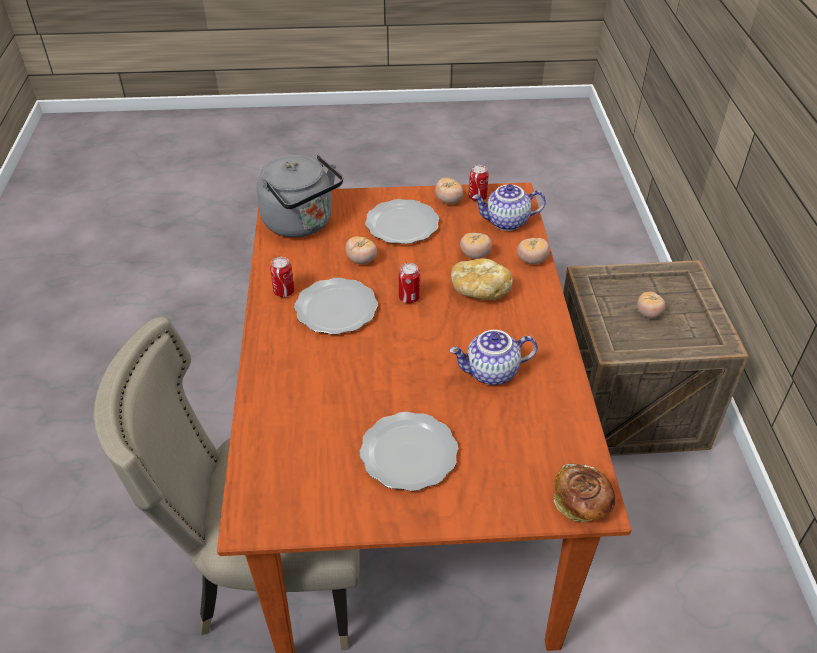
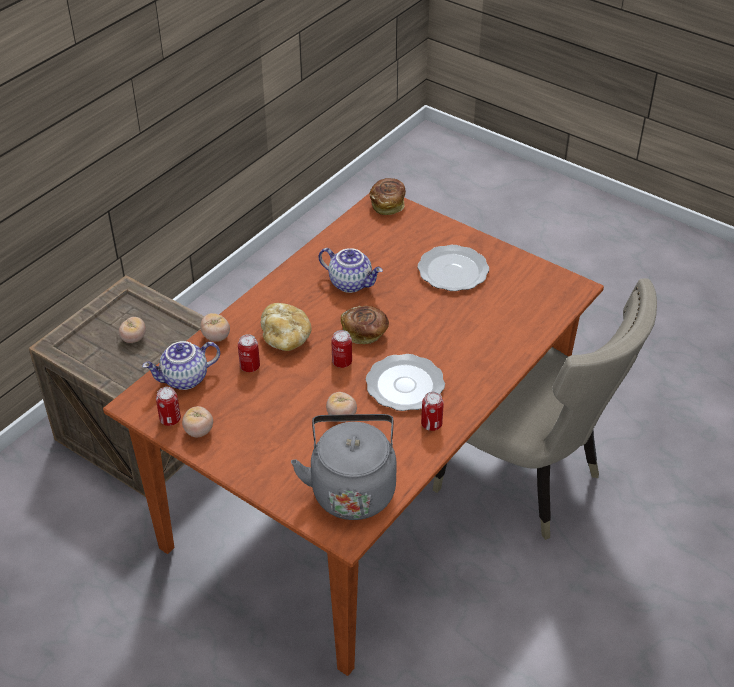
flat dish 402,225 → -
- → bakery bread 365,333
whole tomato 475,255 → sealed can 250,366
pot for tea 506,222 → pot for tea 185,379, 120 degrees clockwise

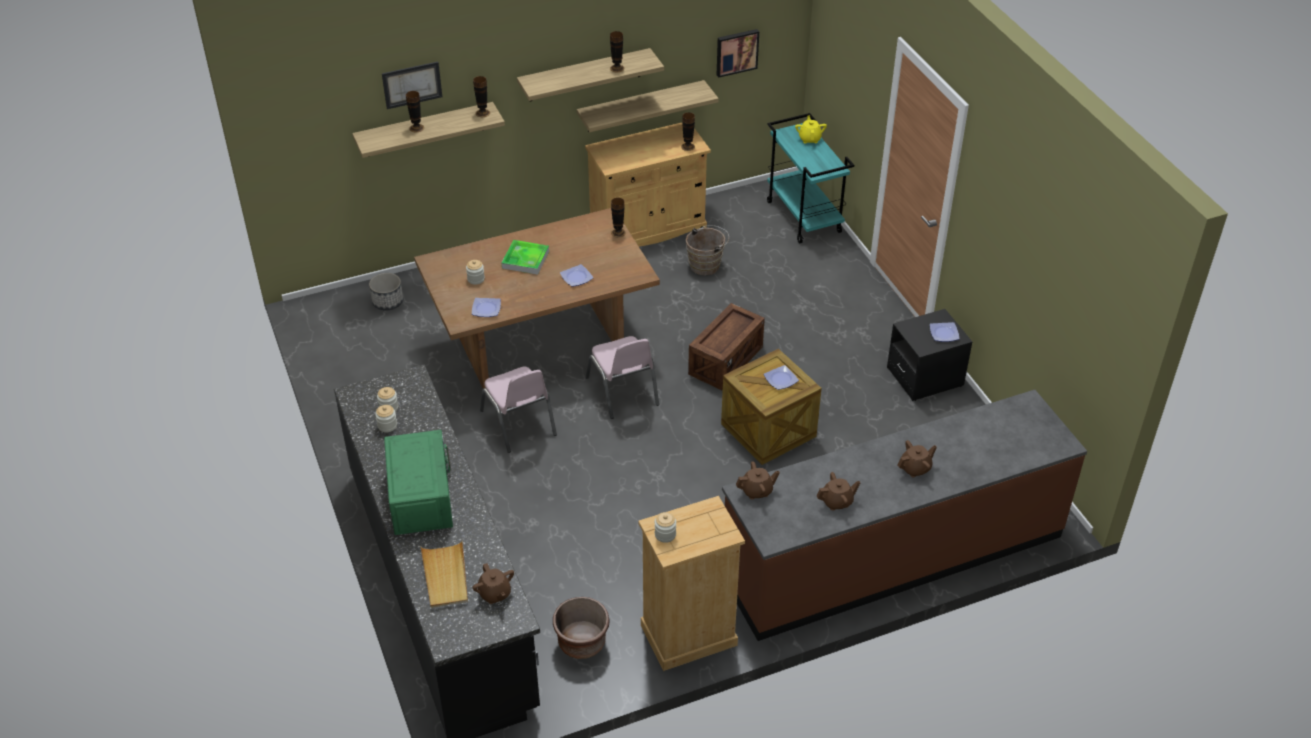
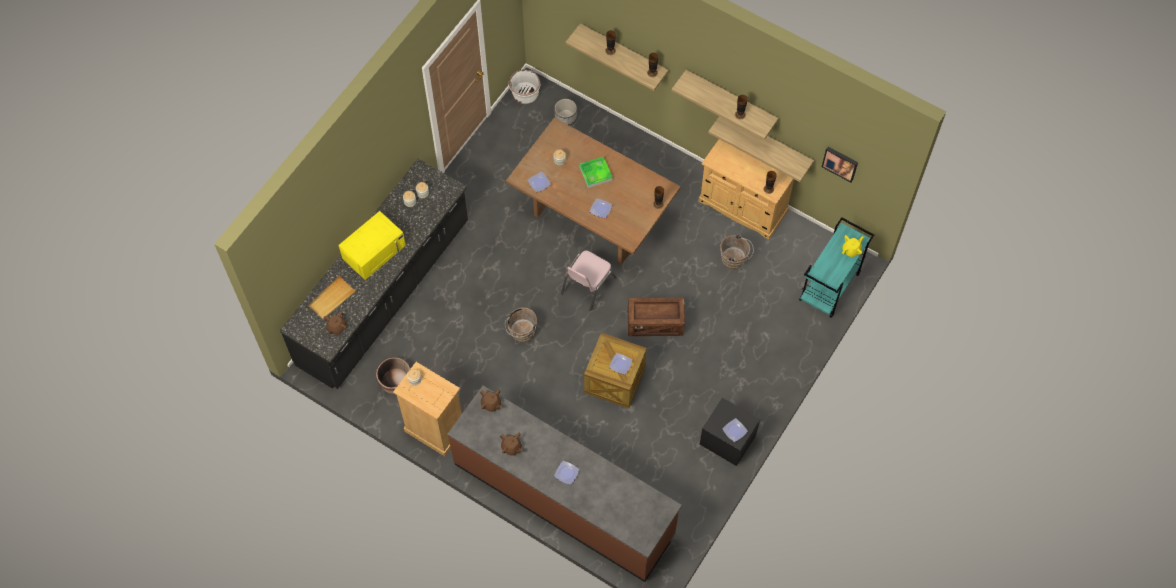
picture 412,84 → -
pink-coloured plain chair 518,423 → -
- → brown water bucket 521,333
- → white plant pot 525,94
brown pot for tea 915,468 → flat dish 566,473
greenish microwave 420,496 → yellowish microwave 374,251

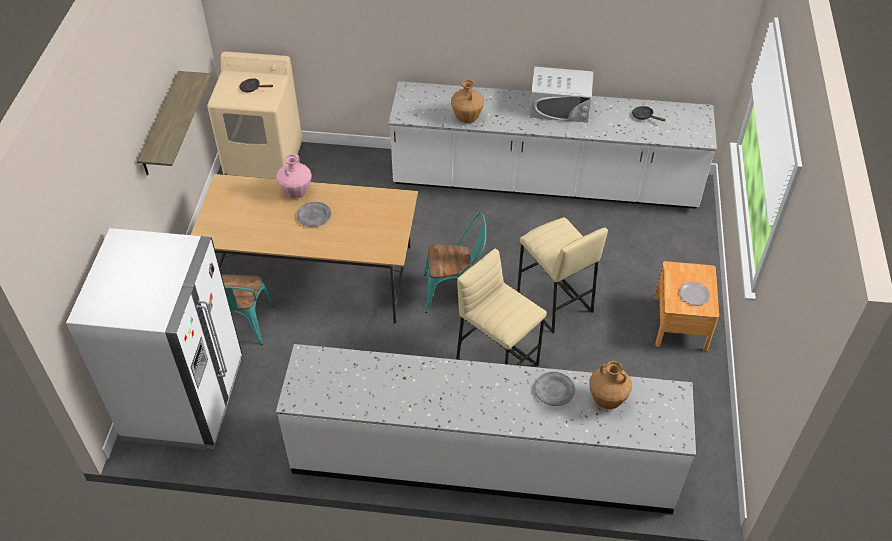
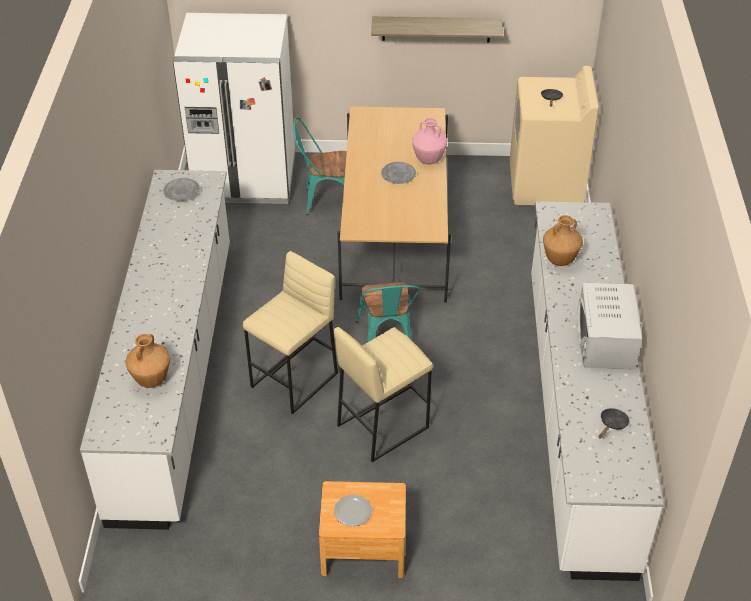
greyish flat dish 554,390 → greyish flat dish 182,191, move

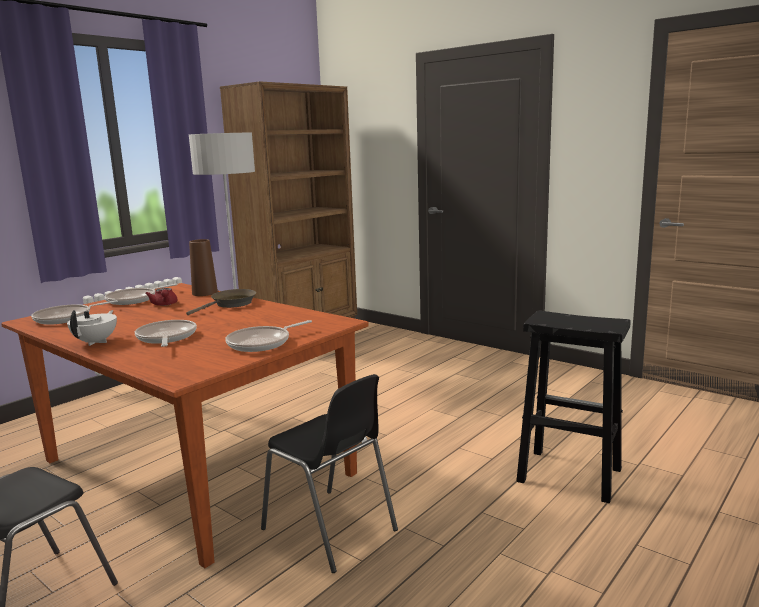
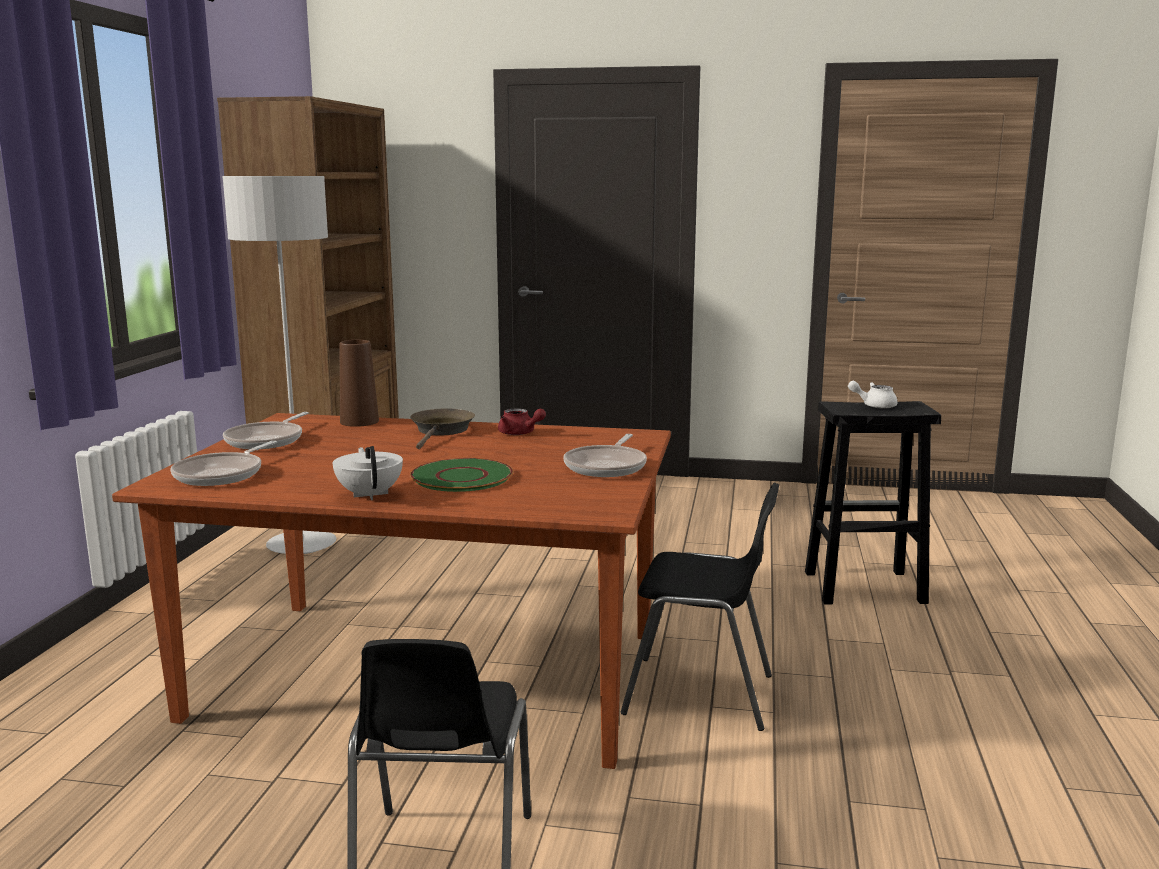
- → white pot for tea 874,406
reddish pot for tea 164,305 → reddish pot for tea 520,433, move
skillet 166,338 → greenish flat dish 462,477

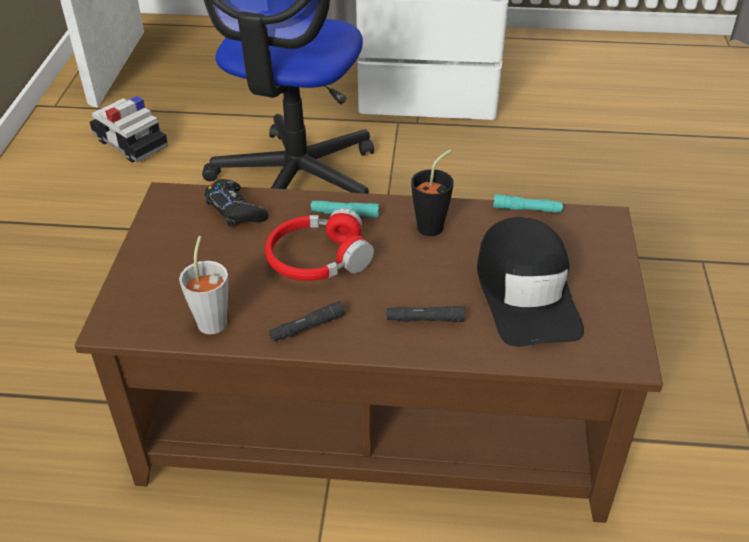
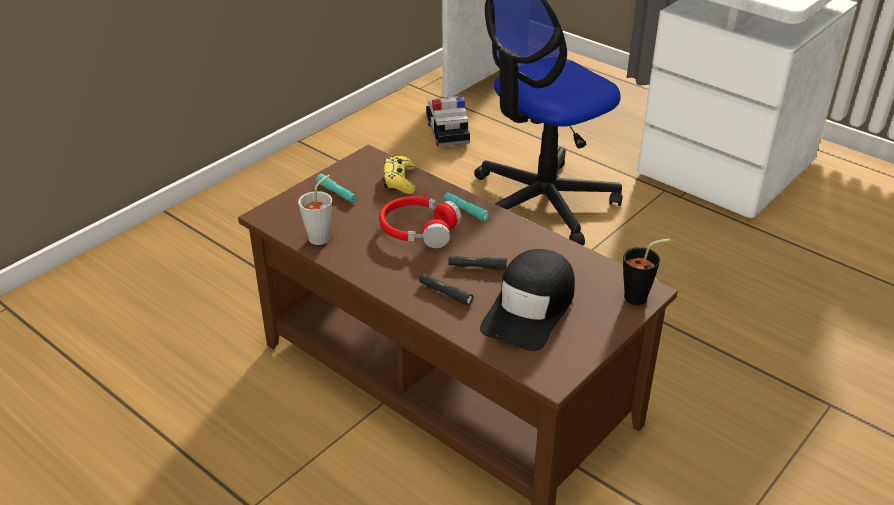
blackish torch 307,327 → blackish torch 477,267, move
blackish drinking cup 434,225 → blackish drinking cup 641,297, move
turquoise-coloured torch 527,209 → turquoise-coloured torch 336,192, move
blackish joypad 235,210 → yellowish joypad 399,181

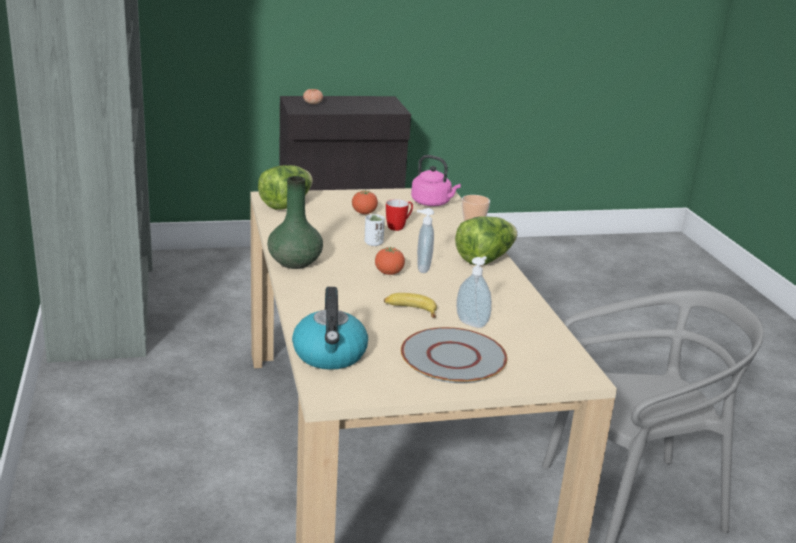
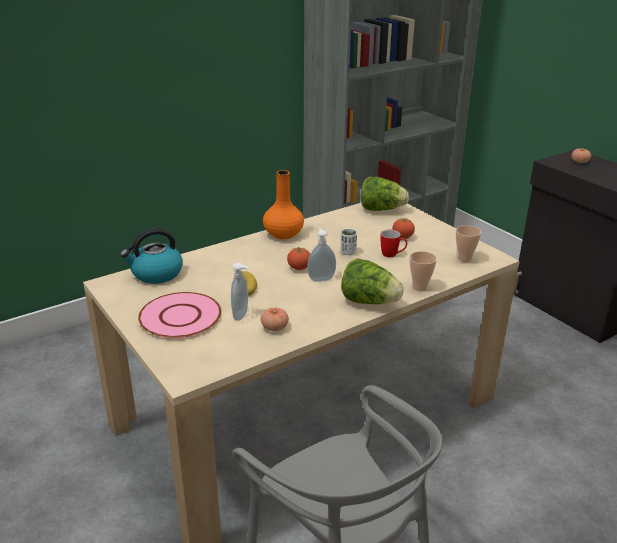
- → whole tomato 274,327
pink-coloured kettle 432,203 → drinking cup 464,259
greenish flower vase 295,262 → orange flower vase 284,234
greyish flat dish 454,357 → pink-coloured flat dish 180,317

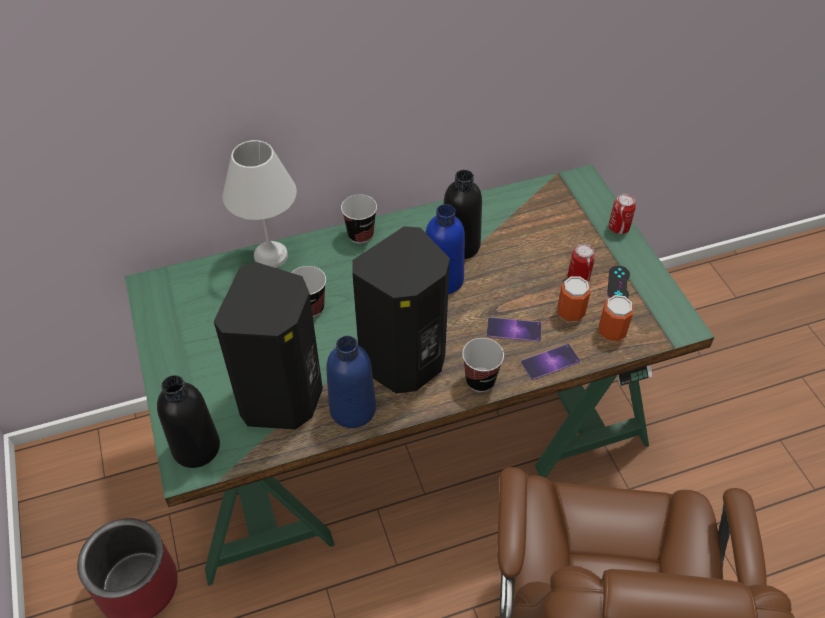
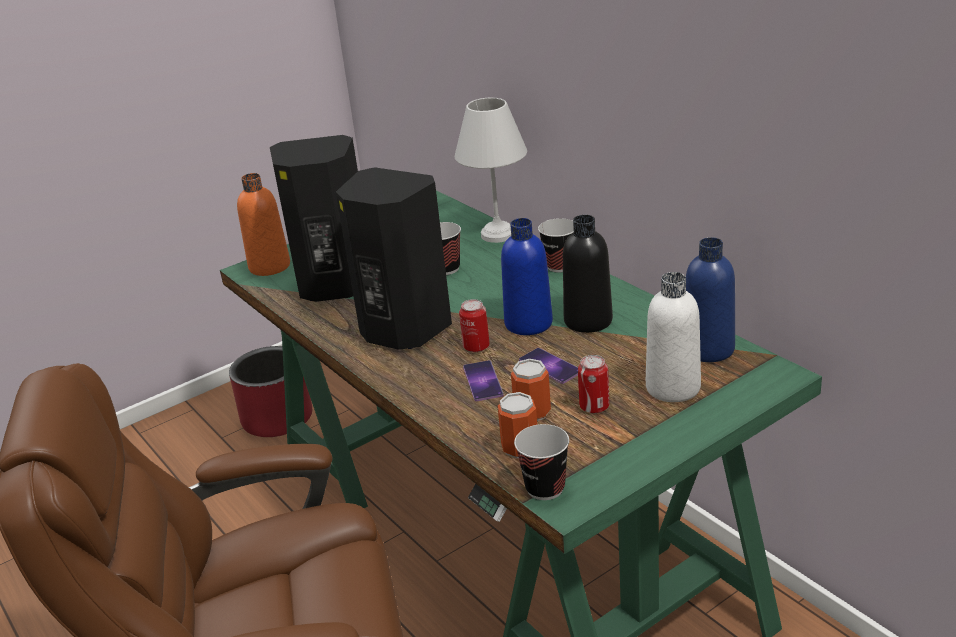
blackish joypad 618,284 → -
- → white drink bottle 673,388
blue drink bottle 352,409 → blue drink bottle 708,349, move
drinking cup 480,380 → drinking cup 545,488, move
handset 550,362 → handset 550,366, move
sealed can 618,228 → sealed can 476,347, move
blackish drink bottle 196,447 → orange drink bottle 269,266

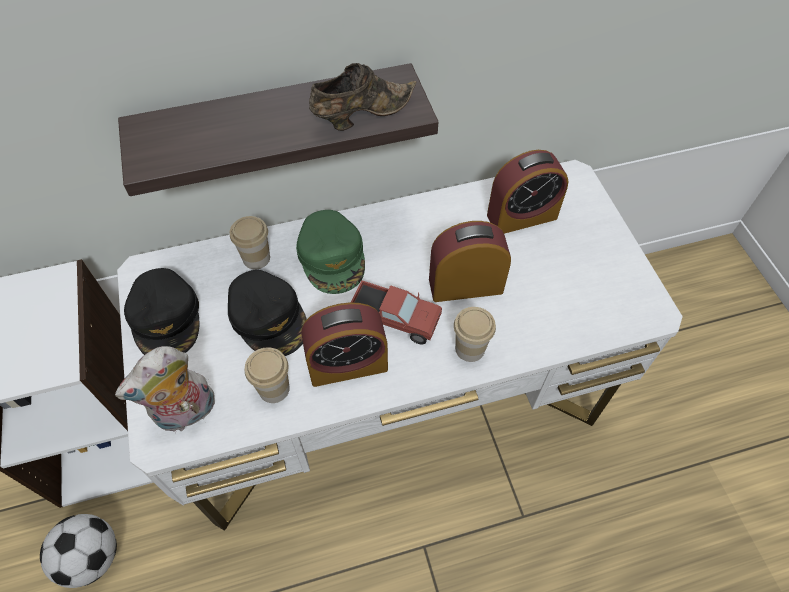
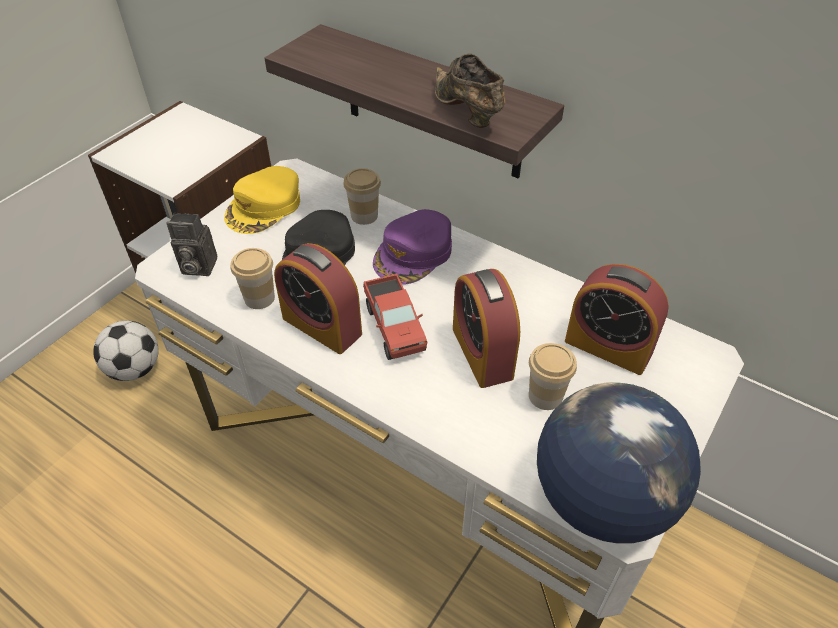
- → desk globe 600,499
drinking cup 470,348 → drinking cup 545,396, move
soft toy 186,414 → photo camera 196,267
blackish baseball cap 166,318 → yellowish baseball cap 264,207
greenish baseball cap 332,256 → purple-coloured baseball cap 414,254
brown item of footwear 361,115 → brown item of footwear 466,111, 135 degrees counterclockwise
table clock 465,285 → table clock 482,353, 150 degrees counterclockwise

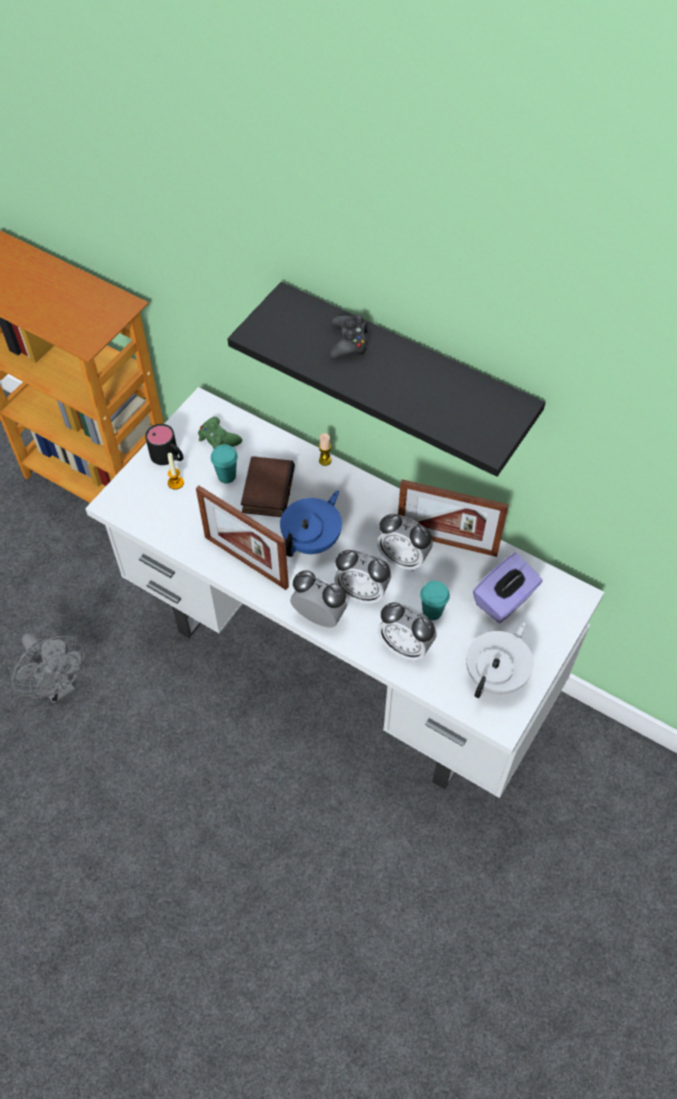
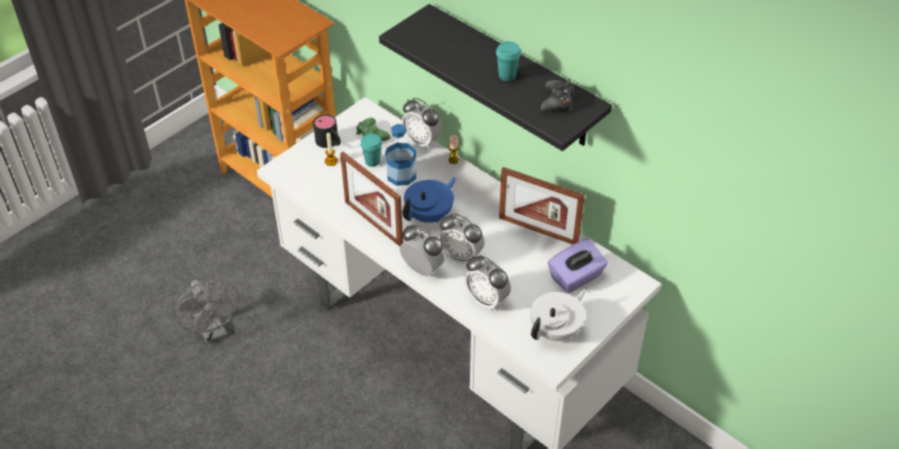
blackish joypad 349,342 → blackish joypad 557,101, move
table clock 403,558 → table clock 422,141, move
turquoise-coloured drinking cup 432,612 → turquoise-coloured drinking cup 507,75, move
volume 266,490 → drink bottle 401,175

